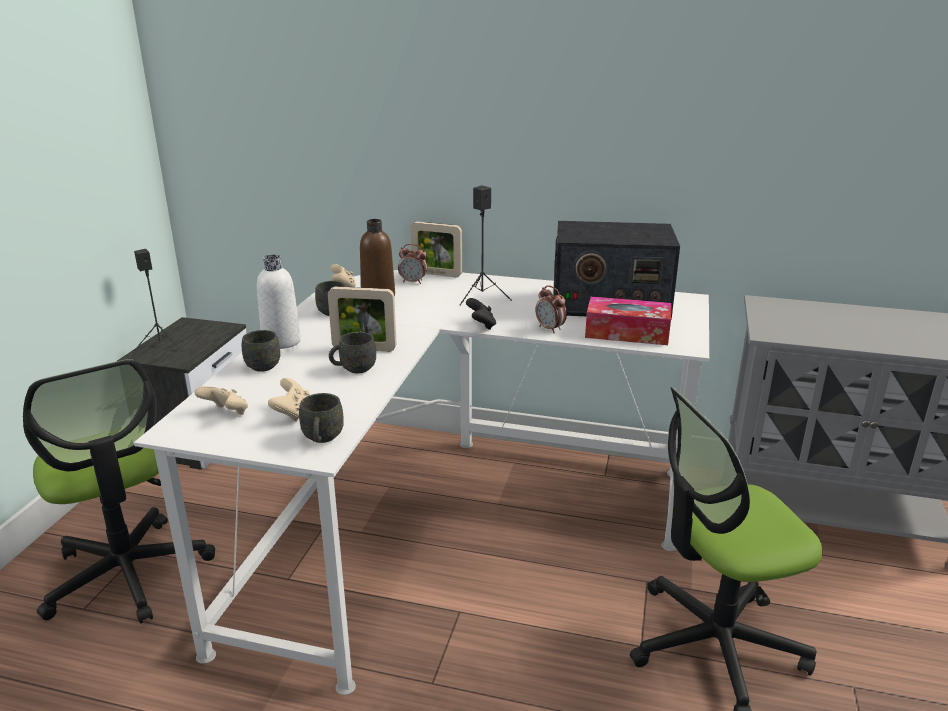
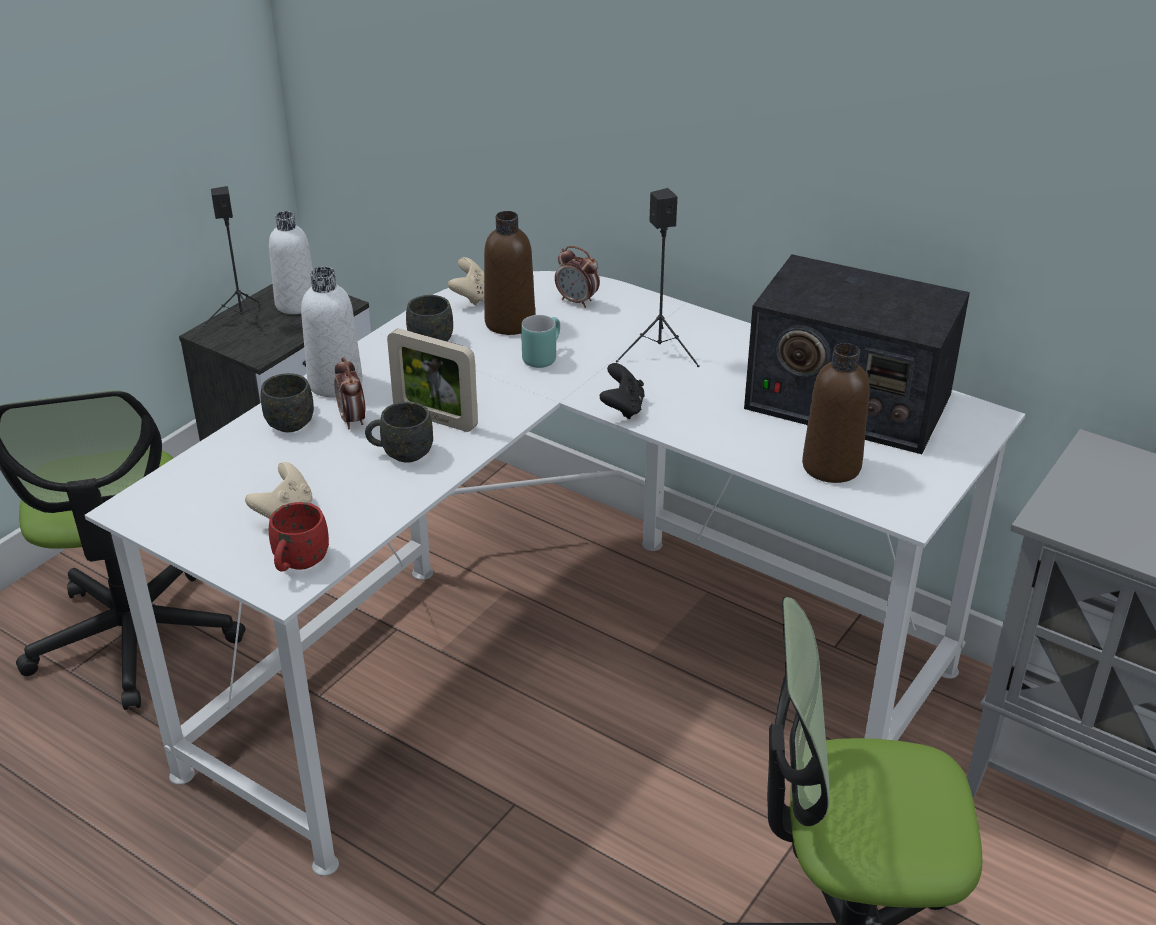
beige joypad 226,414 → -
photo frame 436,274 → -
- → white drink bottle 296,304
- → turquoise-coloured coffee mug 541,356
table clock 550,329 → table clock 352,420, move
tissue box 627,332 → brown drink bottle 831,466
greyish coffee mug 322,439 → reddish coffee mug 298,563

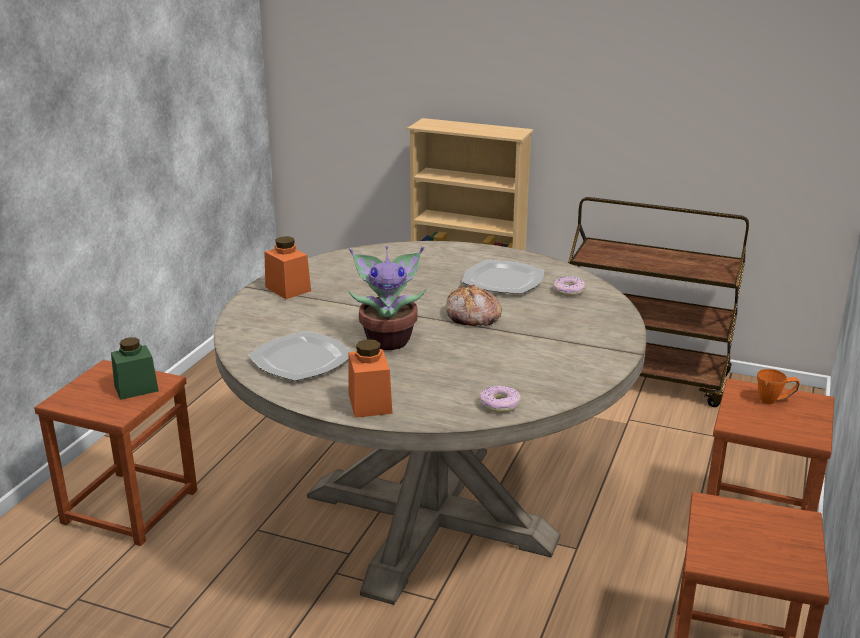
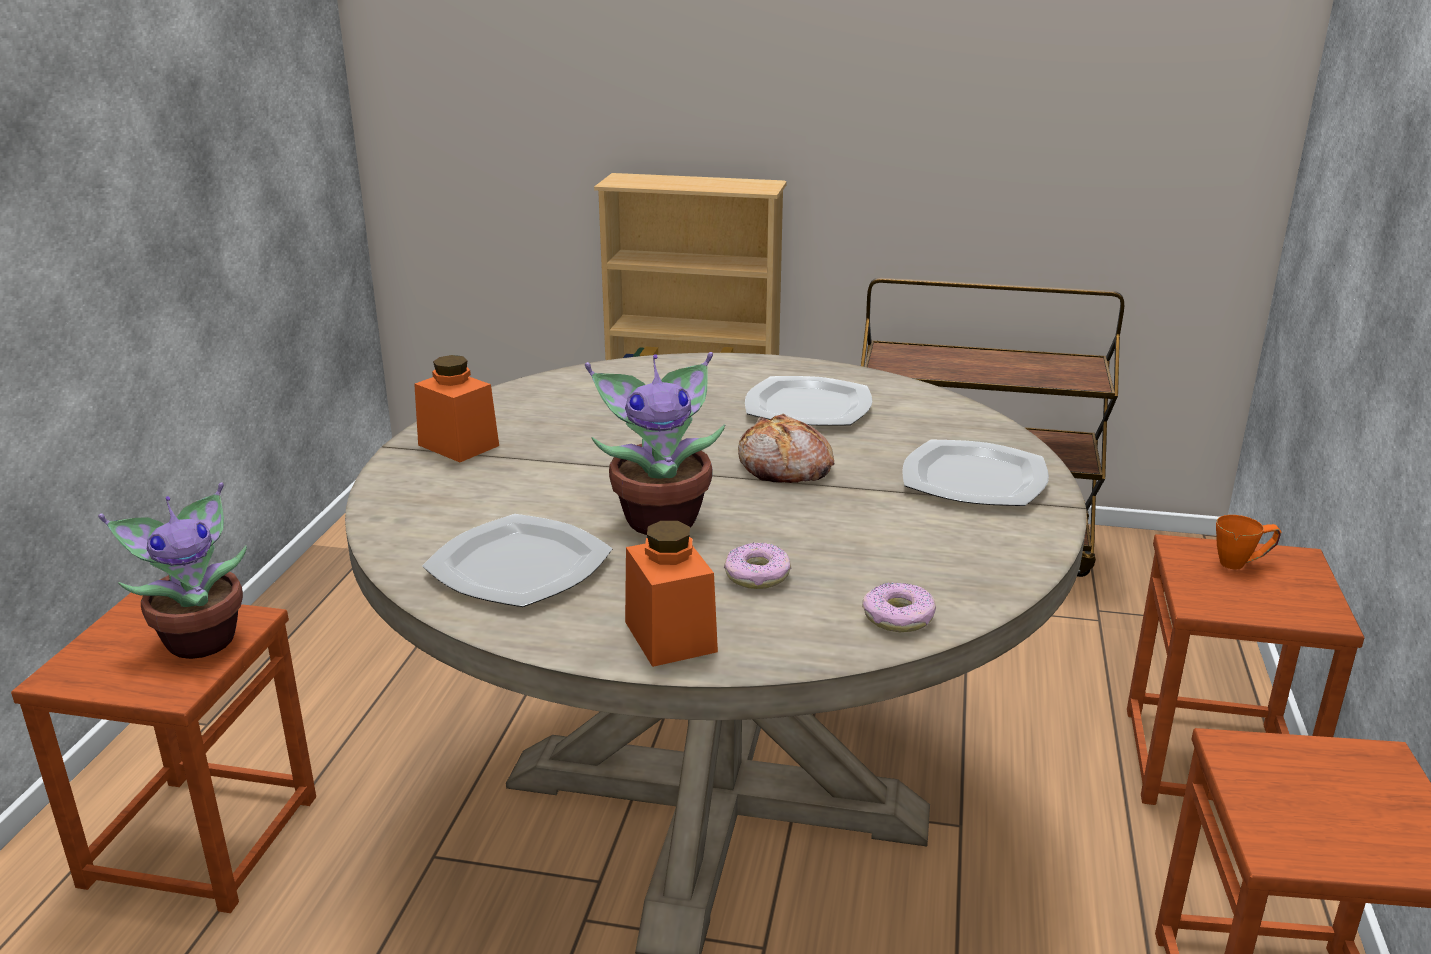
- → flat dish 975,479
doughnut 569,291 → doughnut 757,575, move
greenish preserve jar 136,388 → potted plant 201,639

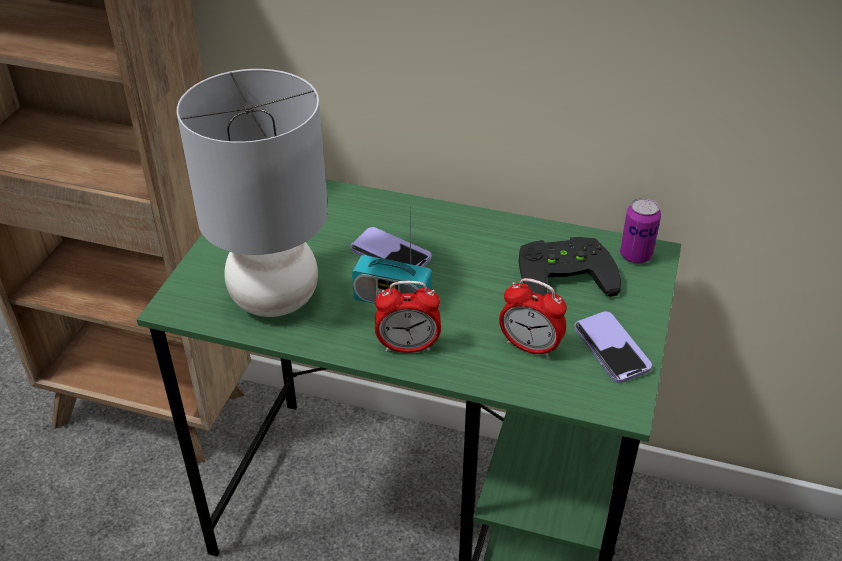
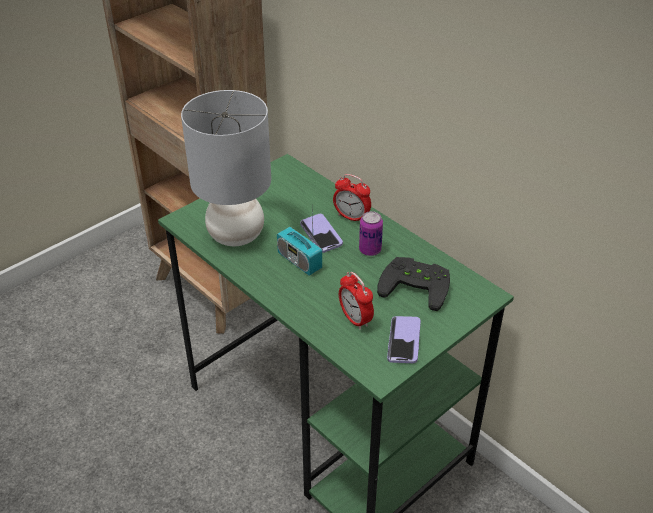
table clock 408,347 → table clock 351,217, move
sealed can 635,255 → sealed can 370,250, move

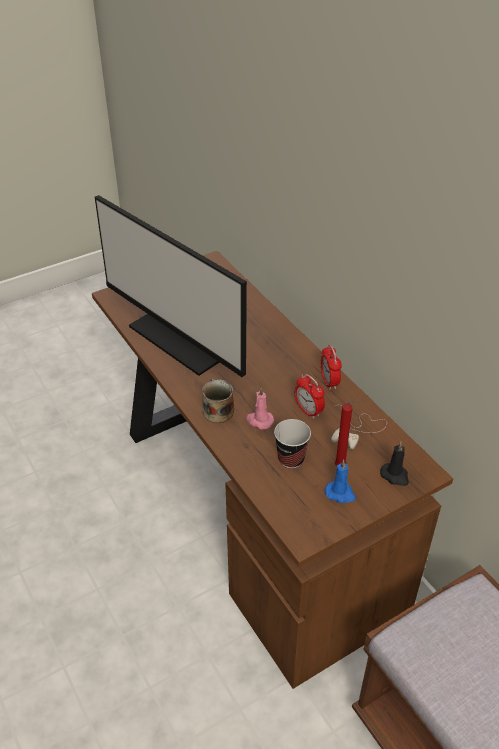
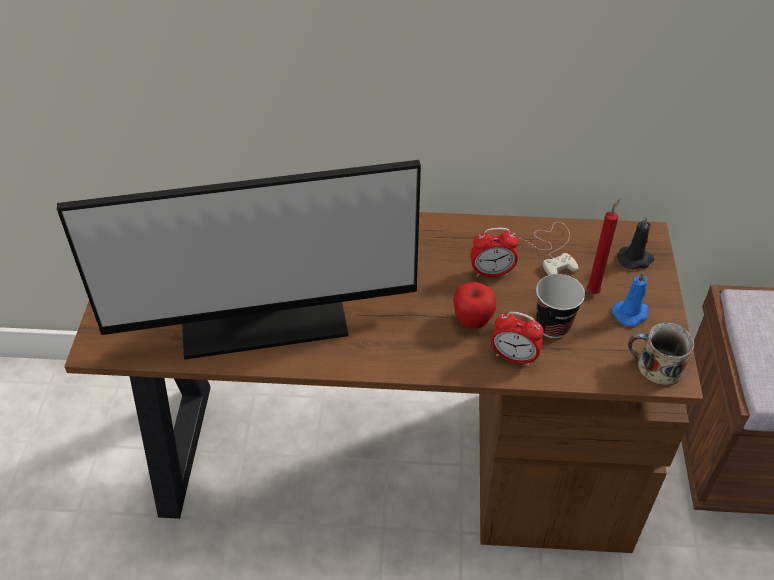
coffee mug 217,410 → coffee mug 657,367, move
table clock 329,382 → table clock 514,357, move
pink-coloured candle 259,420 → apple 472,321

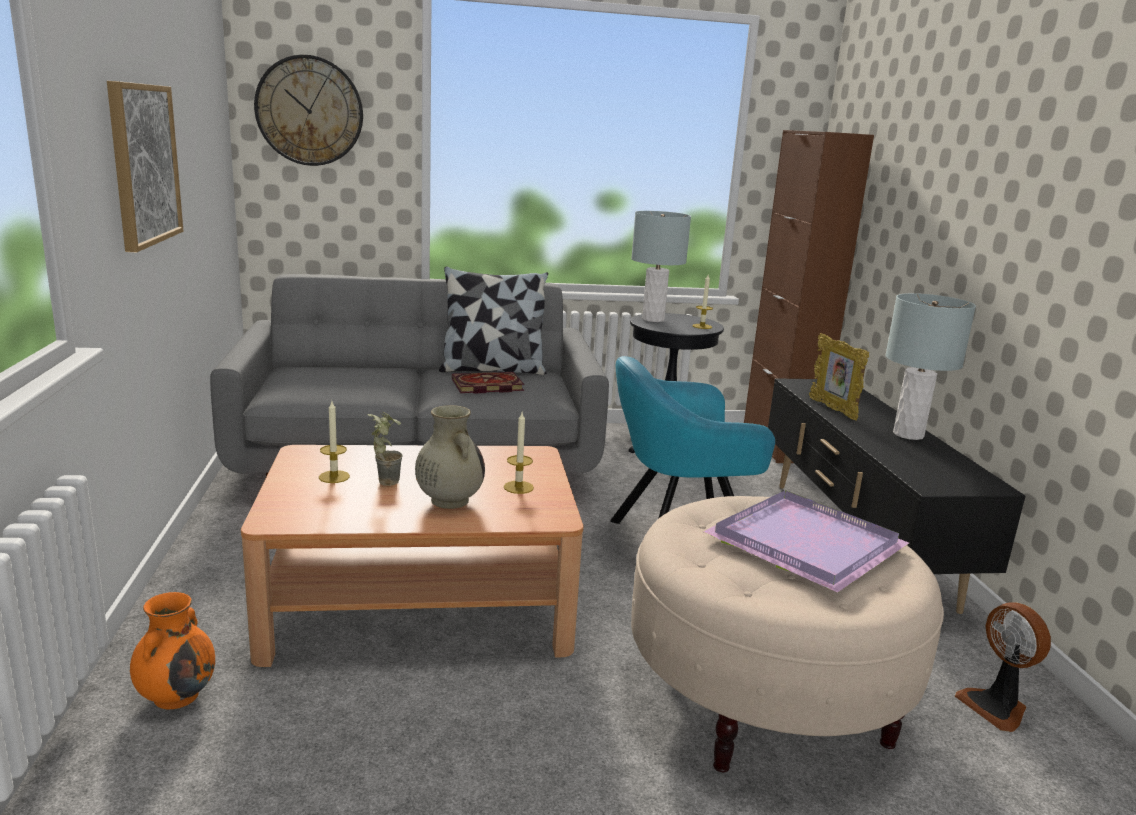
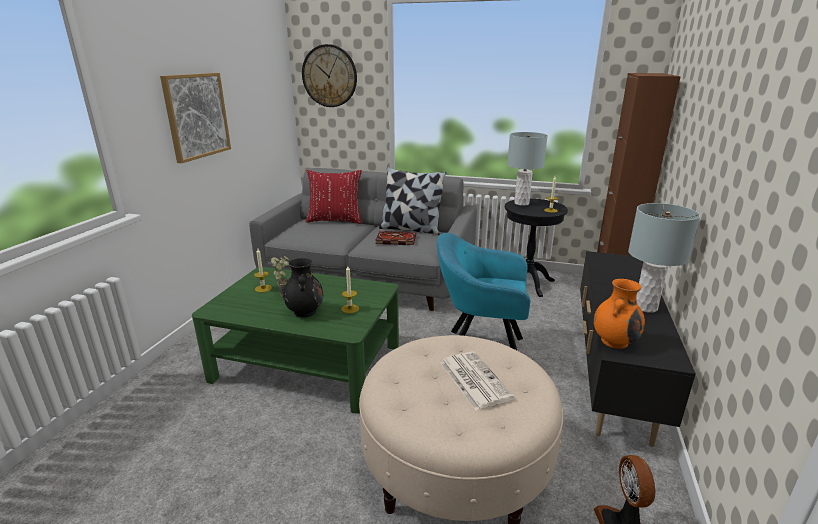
photo frame 833,409 → -
- → reddish throw pillow 335,220
orange flower vase 177,695 → orange flower vase 614,341, move
purple-coloured tray 801,543 → printed paper 473,379
brown lounge table 420,601 → greenish lounge table 308,362
beige flower vase 449,500 → blackish flower vase 305,311

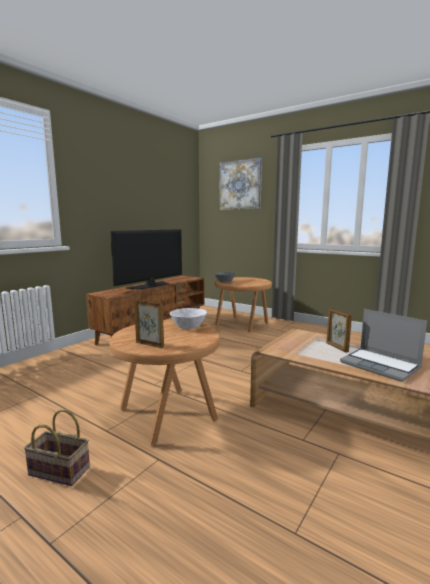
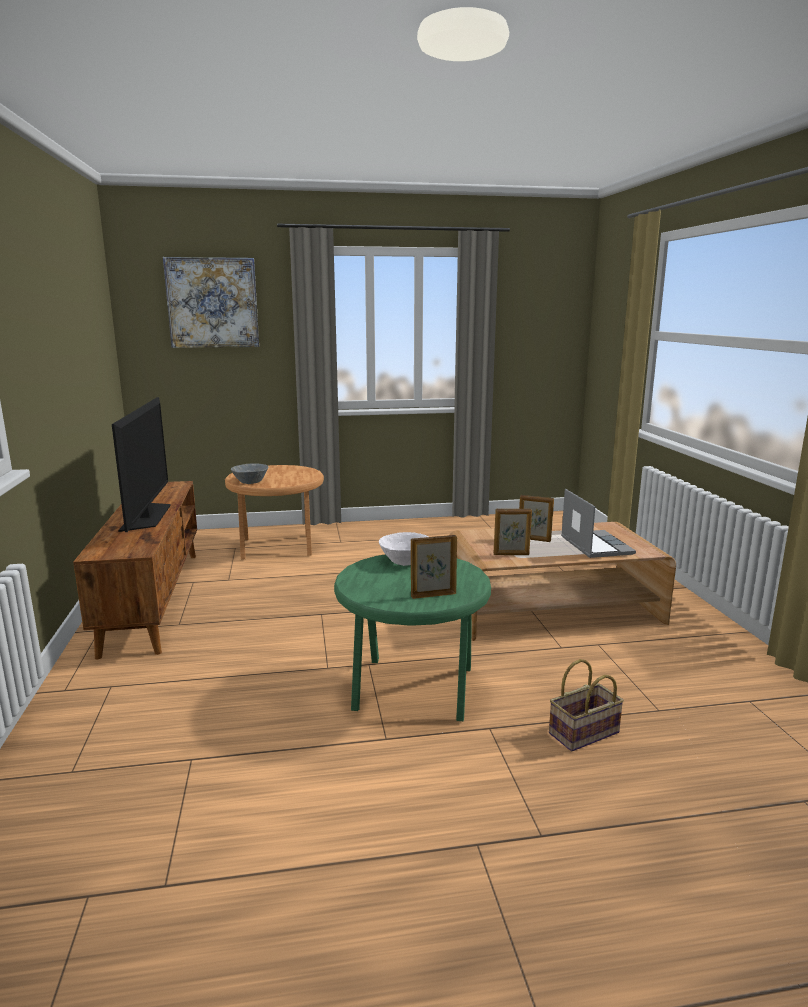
- → photo frame 511,554
basket 57,471 → basket 583,734, move
brown side table 167,413 → greenish side table 411,688
notebook computer 381,365 → notebook computer 594,545, 105 degrees counterclockwise

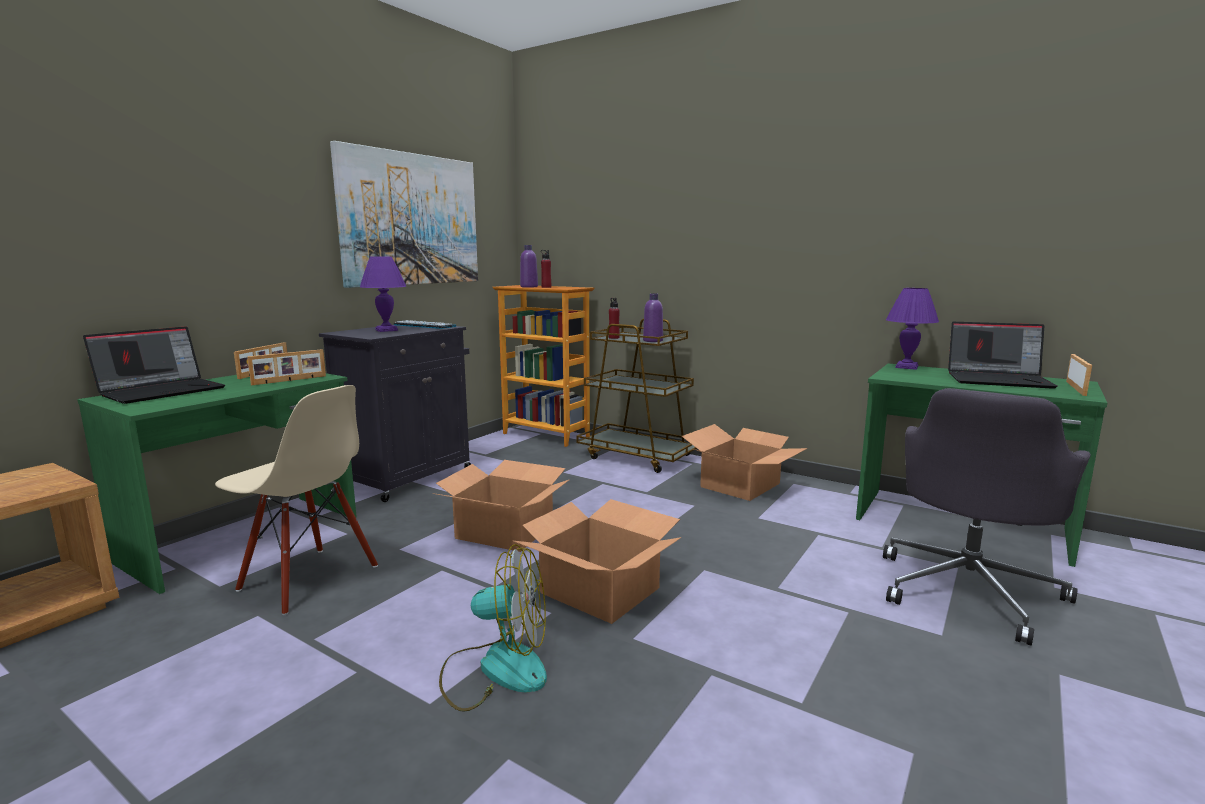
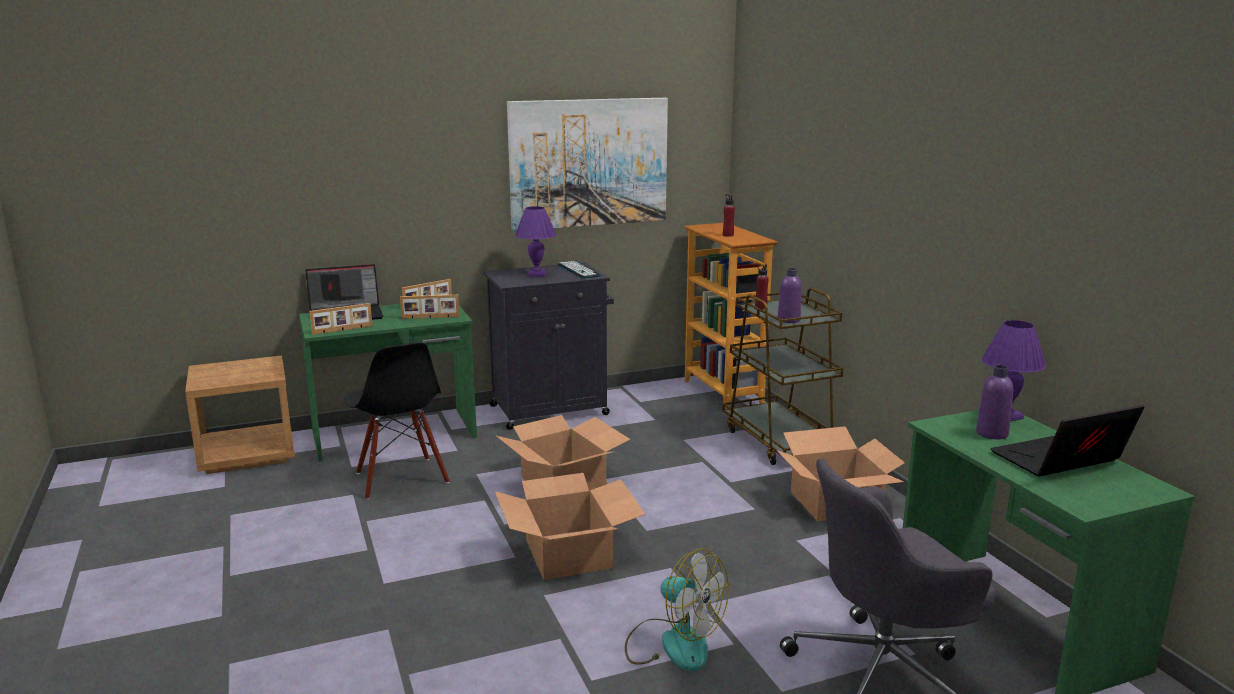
fan 496,669 → fan 673,643, move
purple-coloured drink bottle 529,287 → purple-coloured drink bottle 992,434, move
photo frame 1077,388 → photo frame 342,330, move
beige plain chair 308,579 → blackish plain chair 401,478
notebook computer 999,380 → notebook computer 1059,461, 105 degrees clockwise

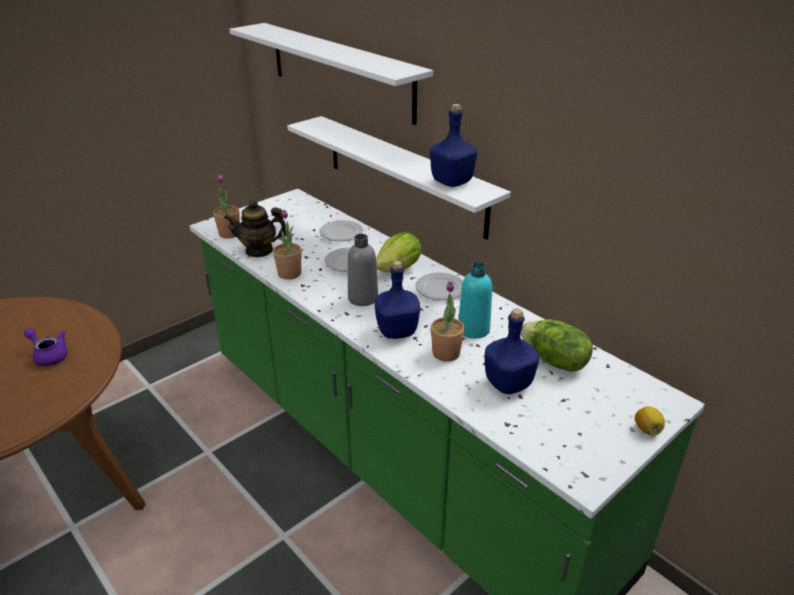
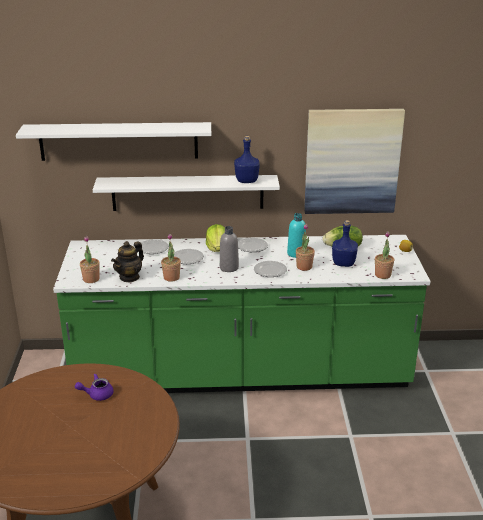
- → picture 352,161
- → potted plant 382,275
blue drink bottle 396,331 → flat dish 270,271

